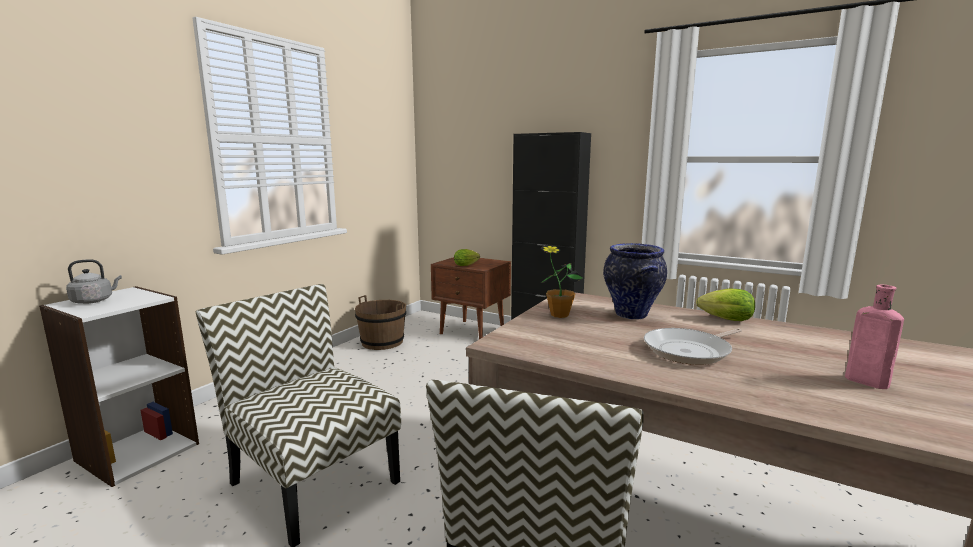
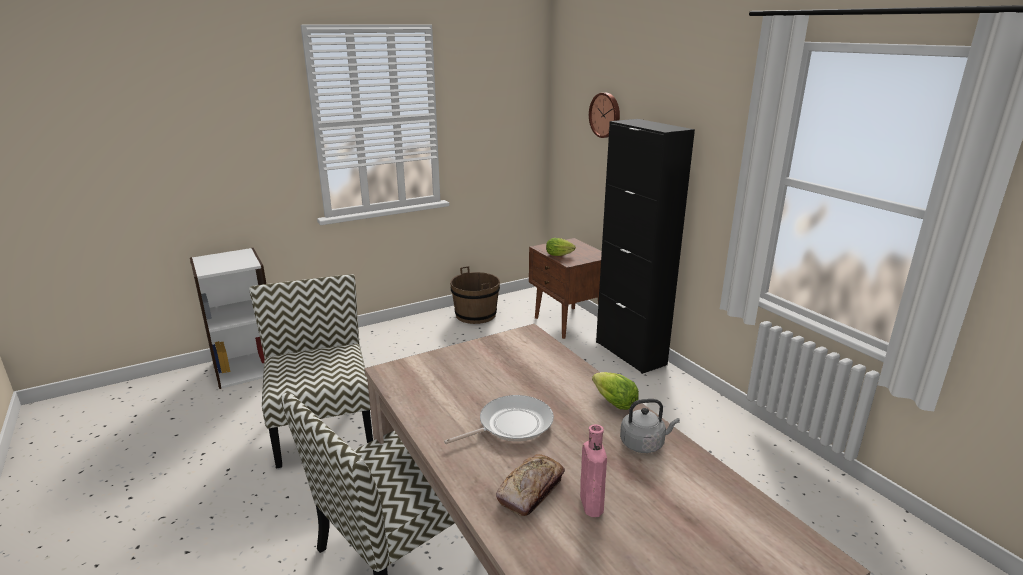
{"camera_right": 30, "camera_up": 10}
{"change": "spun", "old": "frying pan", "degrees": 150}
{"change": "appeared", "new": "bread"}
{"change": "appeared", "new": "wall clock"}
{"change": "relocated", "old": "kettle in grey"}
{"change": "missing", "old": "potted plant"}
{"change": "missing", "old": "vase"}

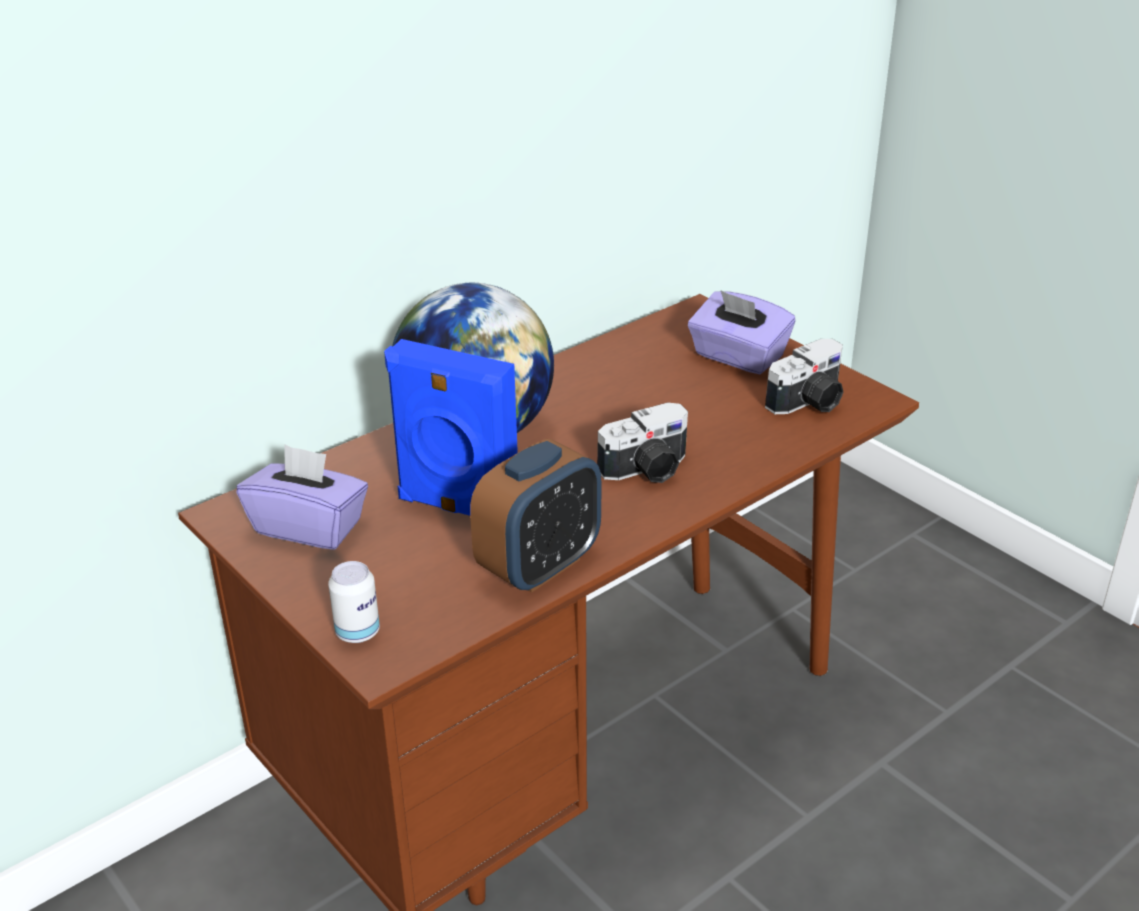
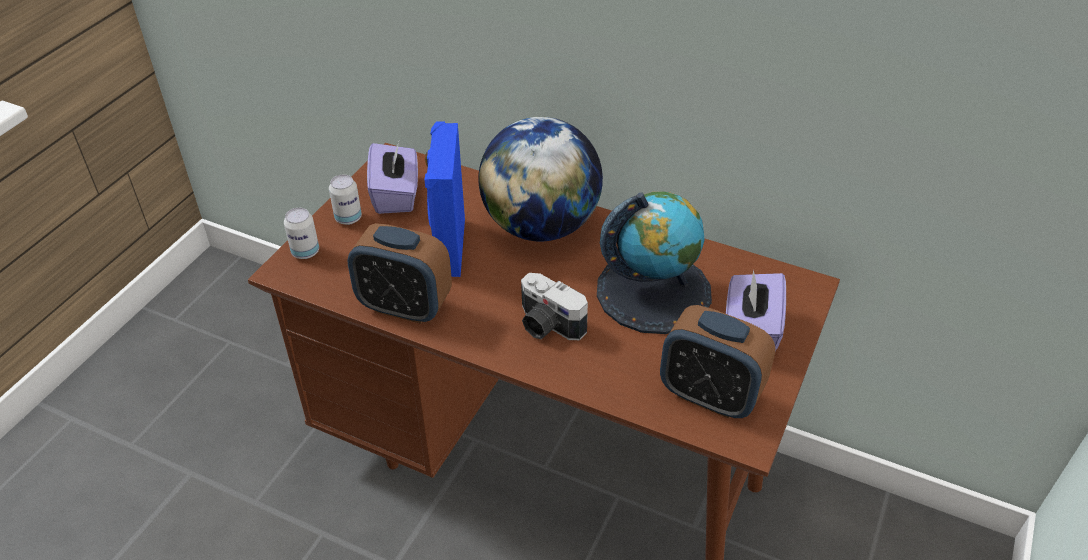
{"camera_right": 65, "camera_up": 10}
{"change": "appeared", "new": "can (no. 2 from left)"}
{"change": "appeared", "new": "globe (no. 2 from left)"}
{"change": "exchanged", "old": "photo camera (no. 2 from left)", "new": "alarm clock (no. 2 from left)"}

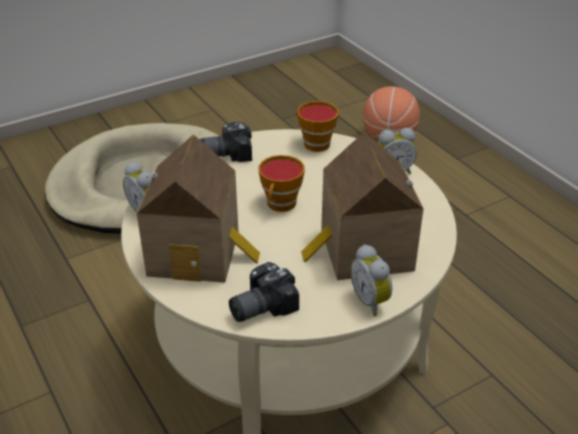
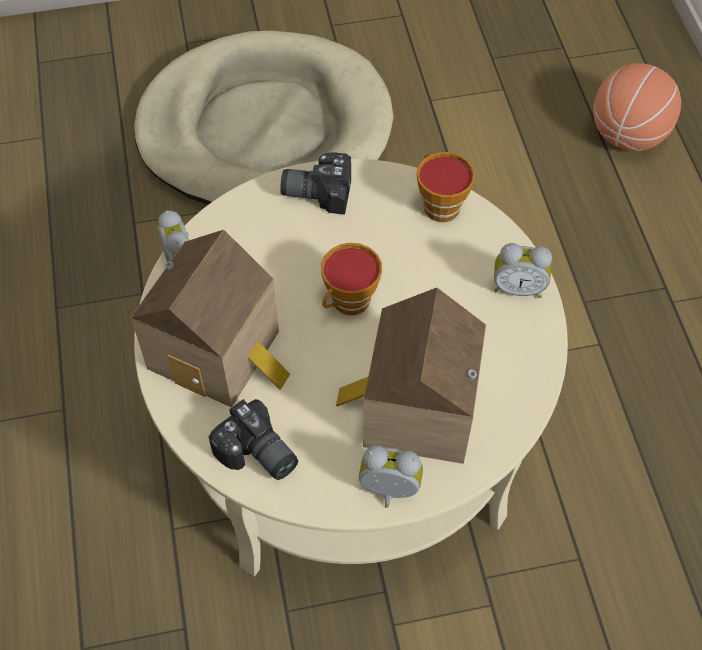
{"camera_right": 20, "camera_up": 20}
{"change": "spun", "old": "photo camera (no. 2 from left in the first image)", "degrees": -120}
{"change": "spun", "old": "alarm clock (no. 2 from left)", "degrees": 105}

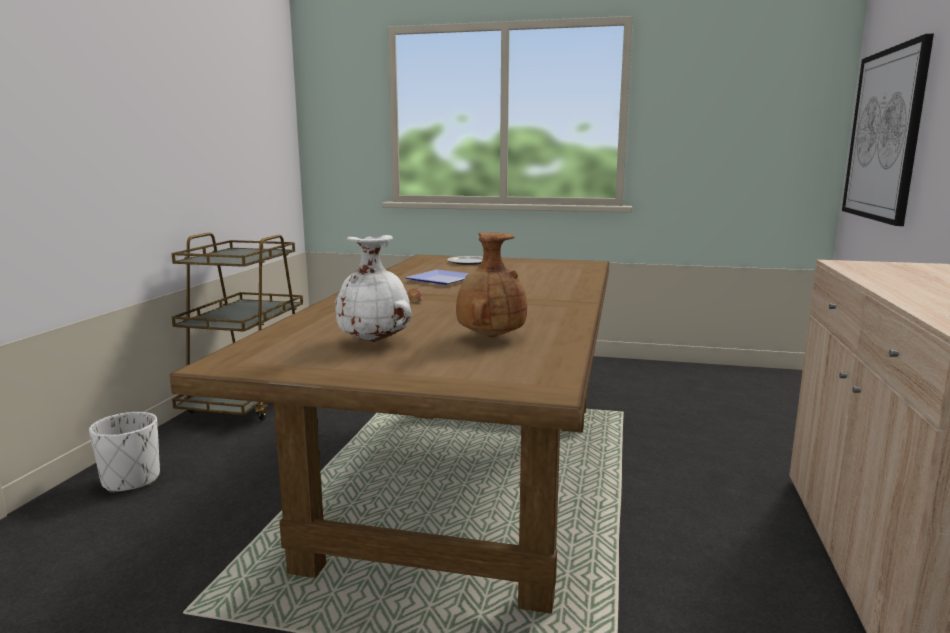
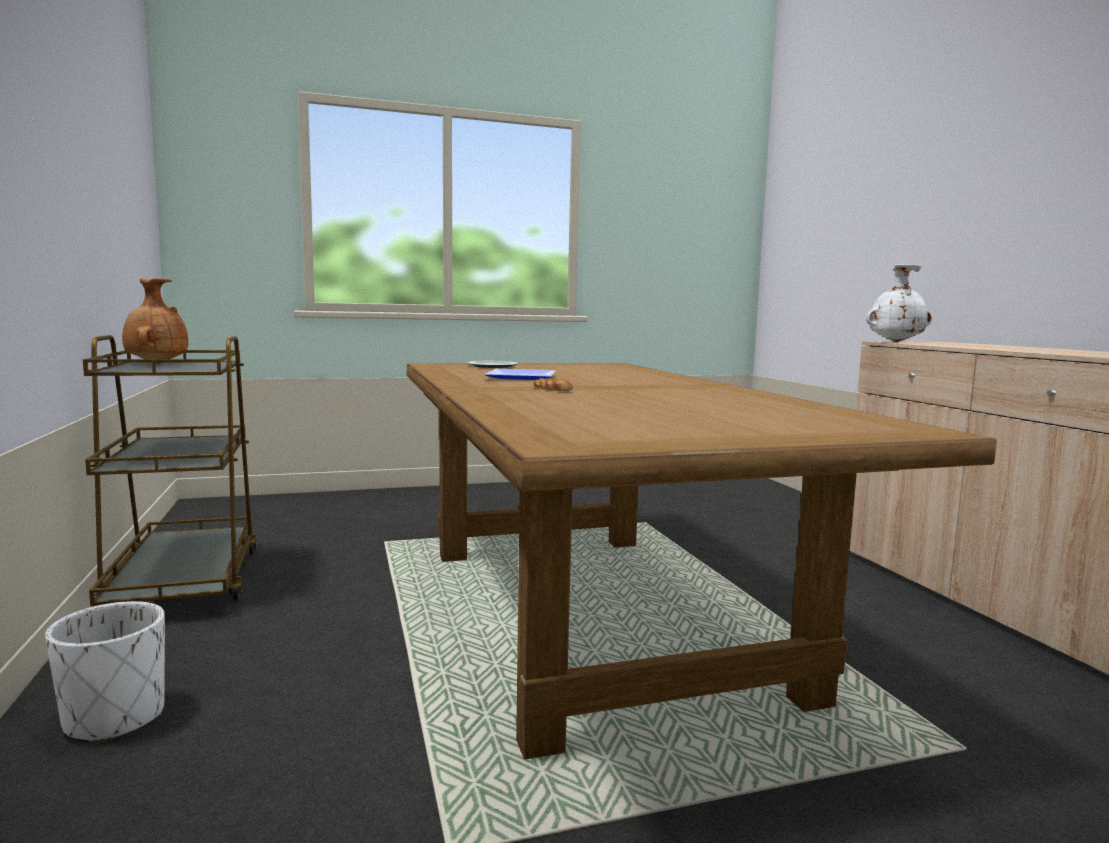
{"camera_right": -30, "camera_up": -5}
{"change": "relocated", "old": "vase in brown"}
{"change": "relocated", "old": "vase in white"}
{"change": "missing", "old": "picture"}

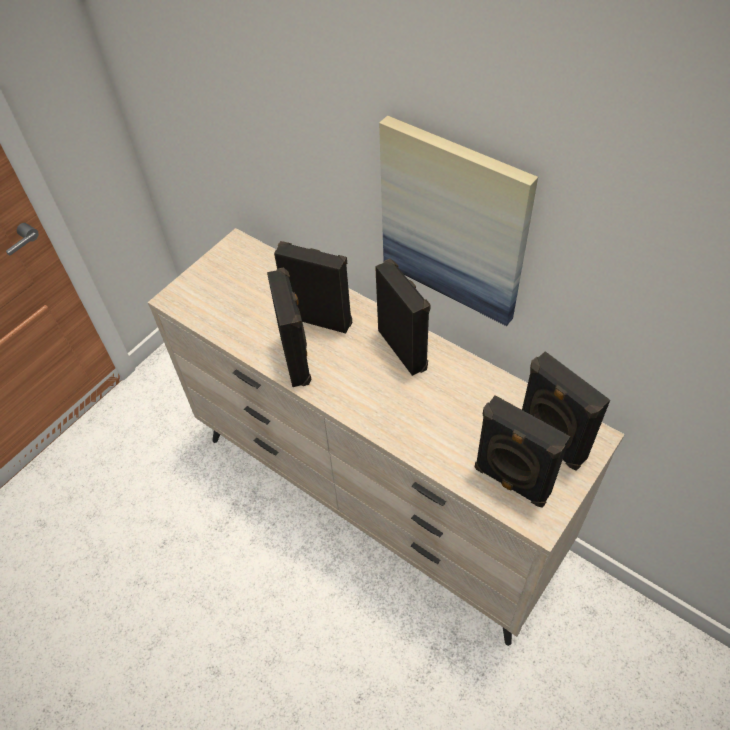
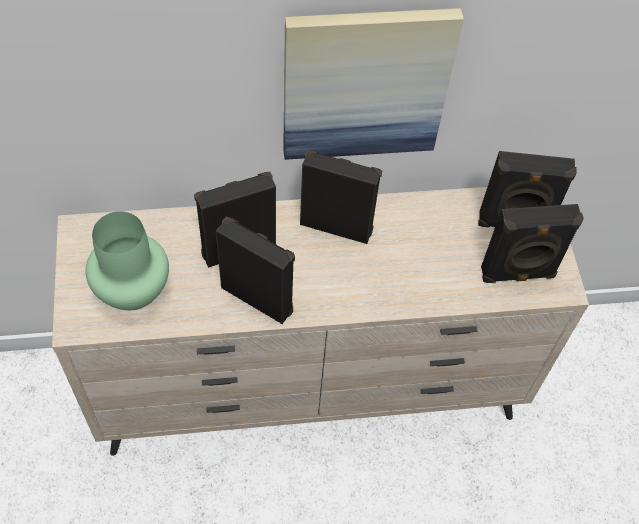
{"camera_right": -50, "camera_up": 5}
{"change": "appeared", "new": "vase in green"}

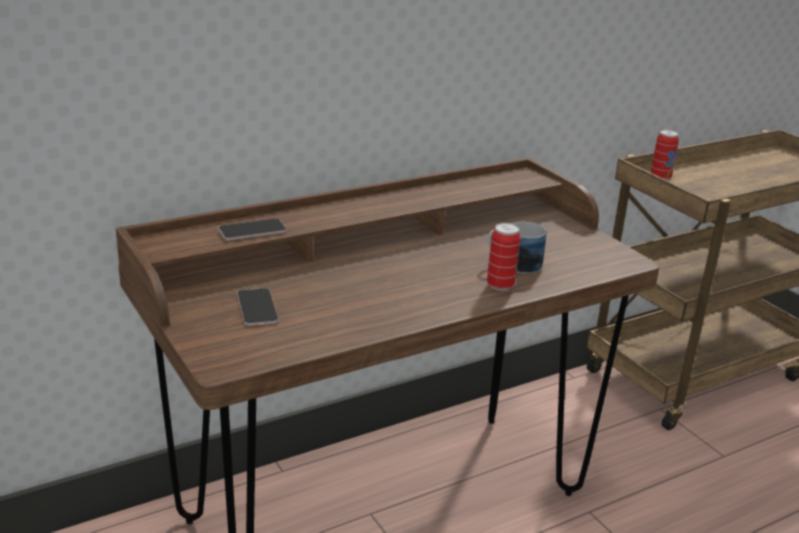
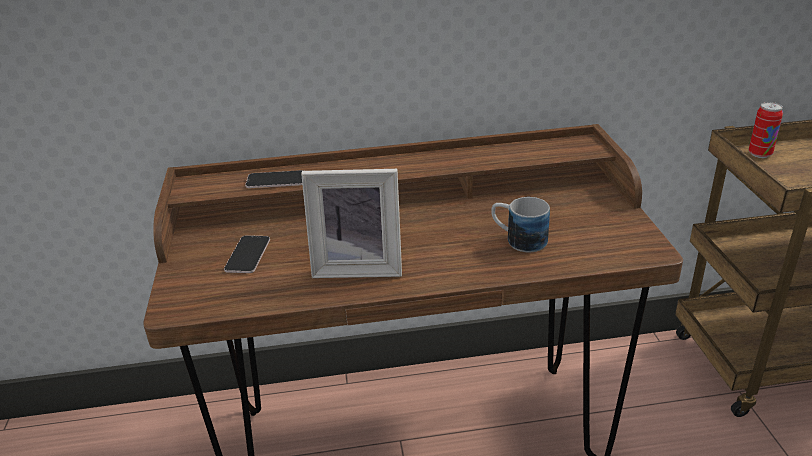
{"camera_right": 25, "camera_up": 5}
{"change": "appeared", "new": "picture frame"}
{"change": "missing", "old": "can (no. 1 from left)"}

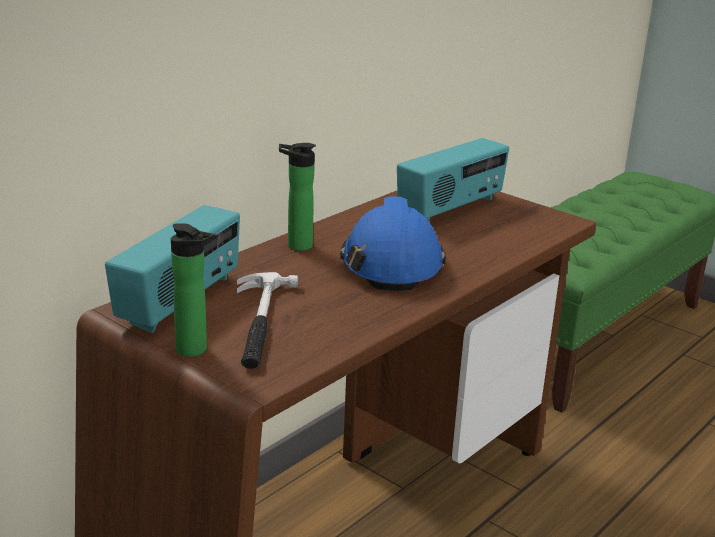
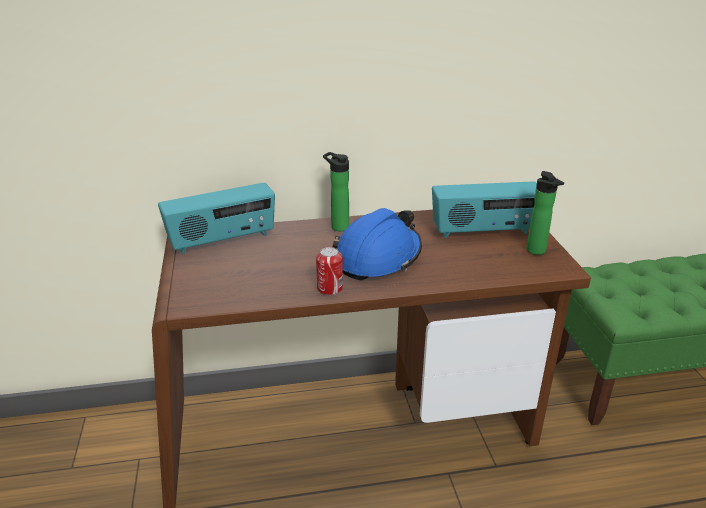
{"camera_right": 40, "camera_up": 5}
{"change": "appeared", "new": "can"}
{"change": "relocated", "old": "bottle (no. 1 from left in the first image)", "new": "bottle (no. 2 from left)"}
{"change": "missing", "old": "hammer"}

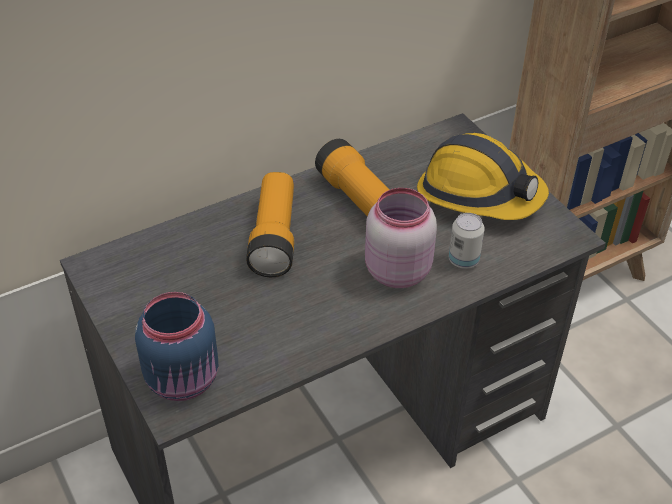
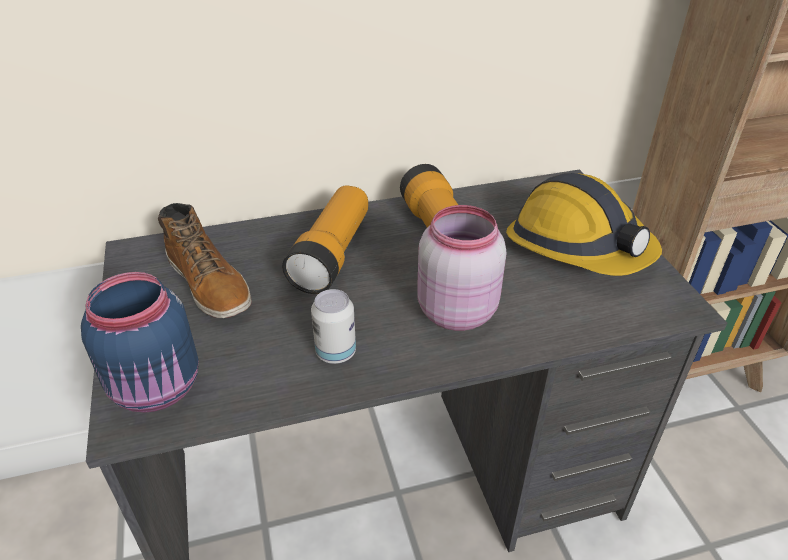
{"camera_right": 15, "camera_up": -5}
{"change": "appeared", "new": "boot"}
{"change": "relocated", "old": "can"}

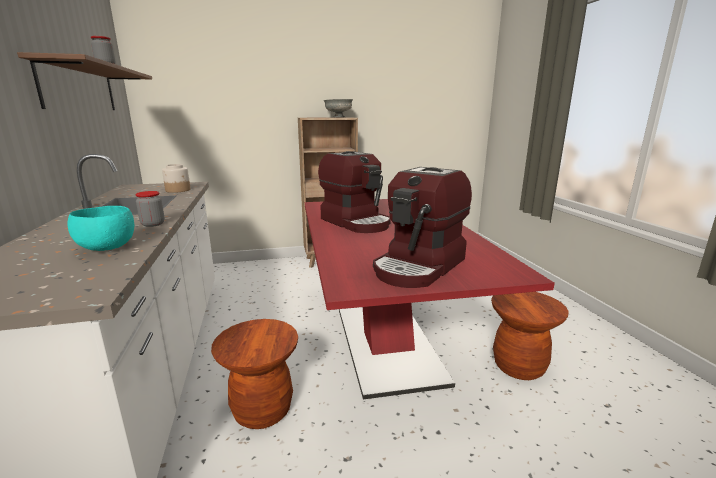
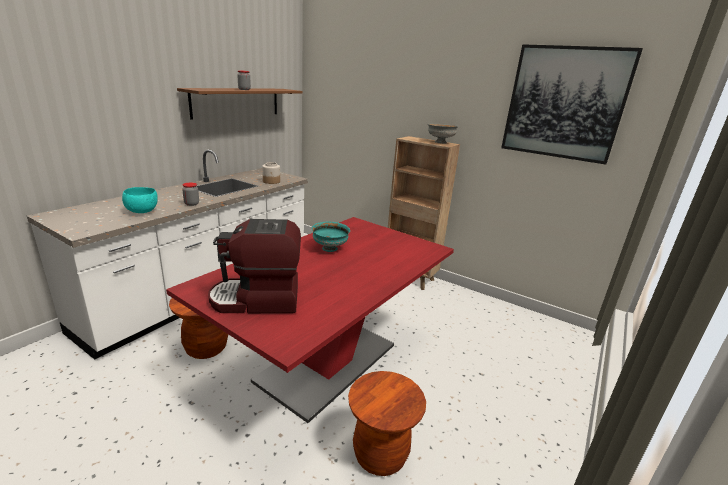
{"camera_right": 45, "camera_up": 5}
{"change": "exchanged", "old": "coffee machine (no. 1 from left)", "new": "bowl in turquoise (no. 2 from left)"}
{"change": "appeared", "new": "picture"}

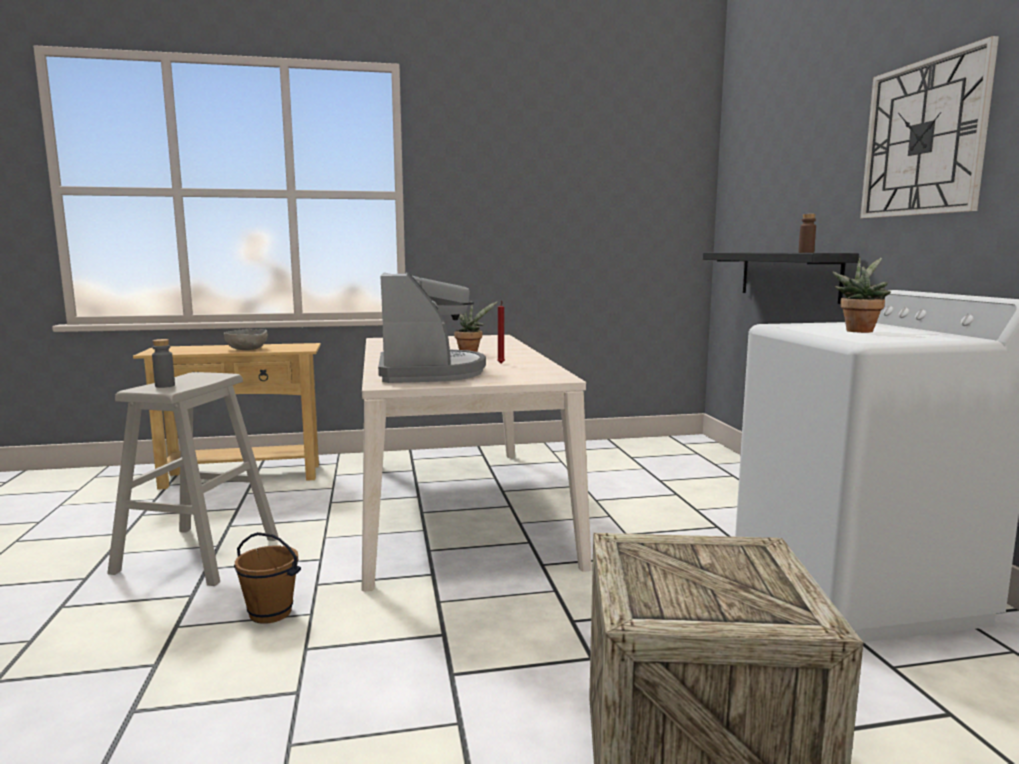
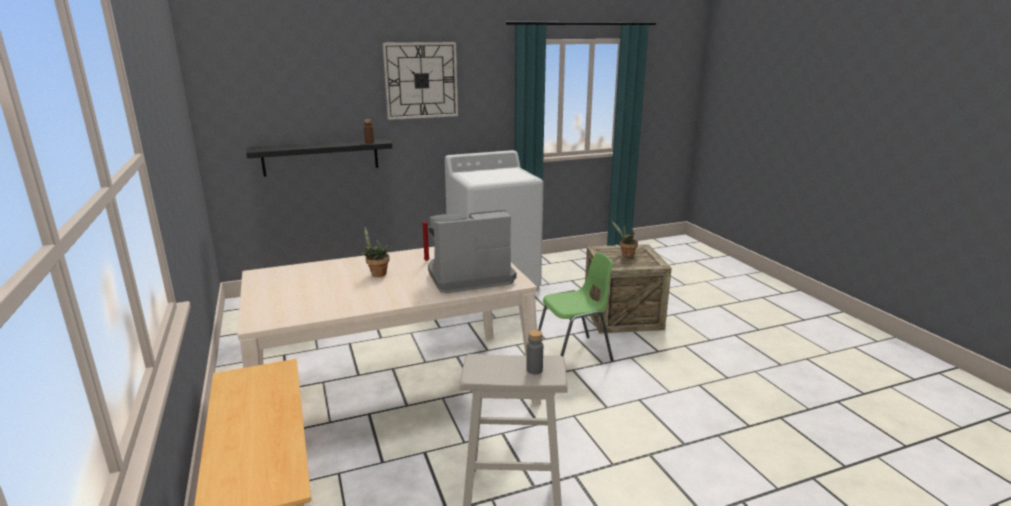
{"camera_right": -100, "camera_up": 10}
{"change": "appeared", "new": "chair in green"}
{"change": "relocated", "old": "potted plant (no. 2 from left)"}
{"change": "missing", "old": "bowl in grey"}
{"change": "missing", "old": "bucket in brown"}

